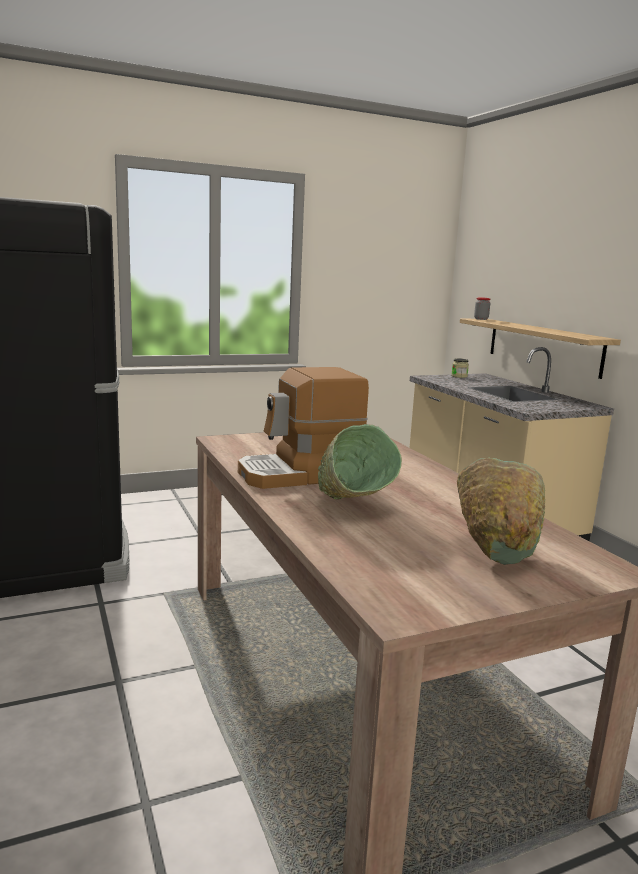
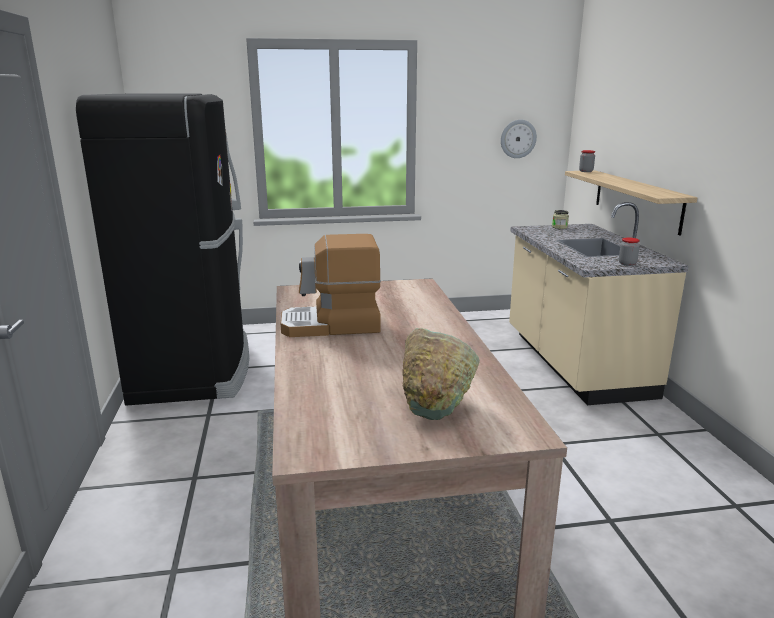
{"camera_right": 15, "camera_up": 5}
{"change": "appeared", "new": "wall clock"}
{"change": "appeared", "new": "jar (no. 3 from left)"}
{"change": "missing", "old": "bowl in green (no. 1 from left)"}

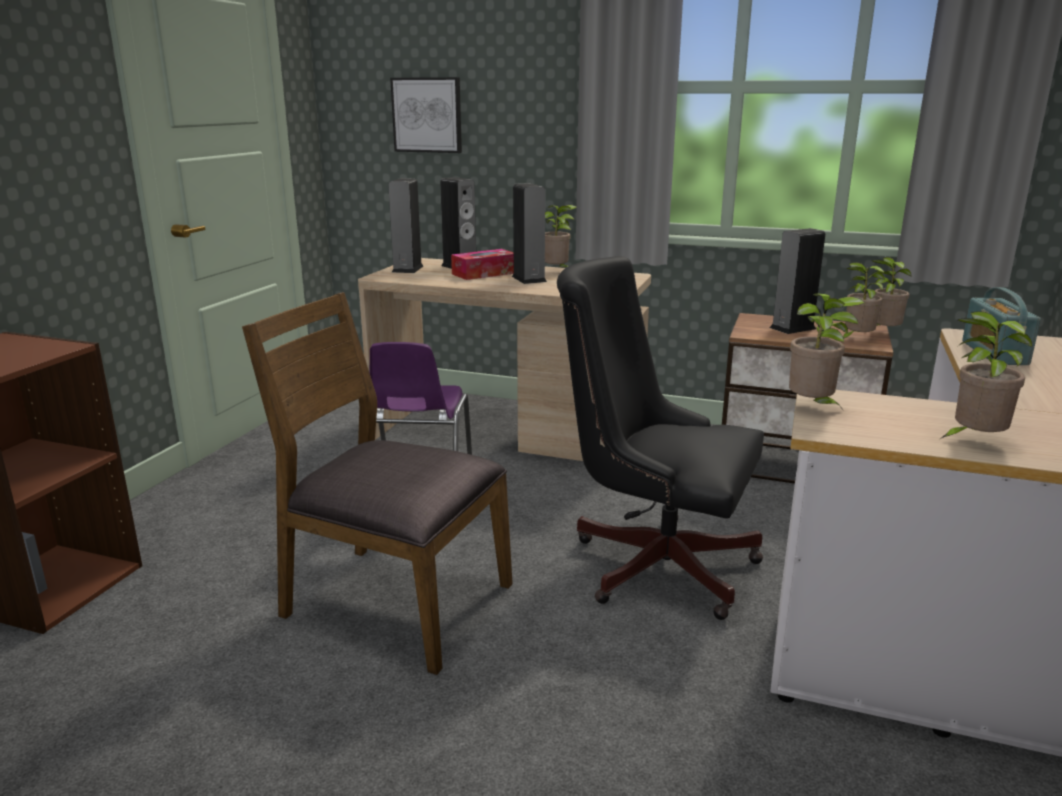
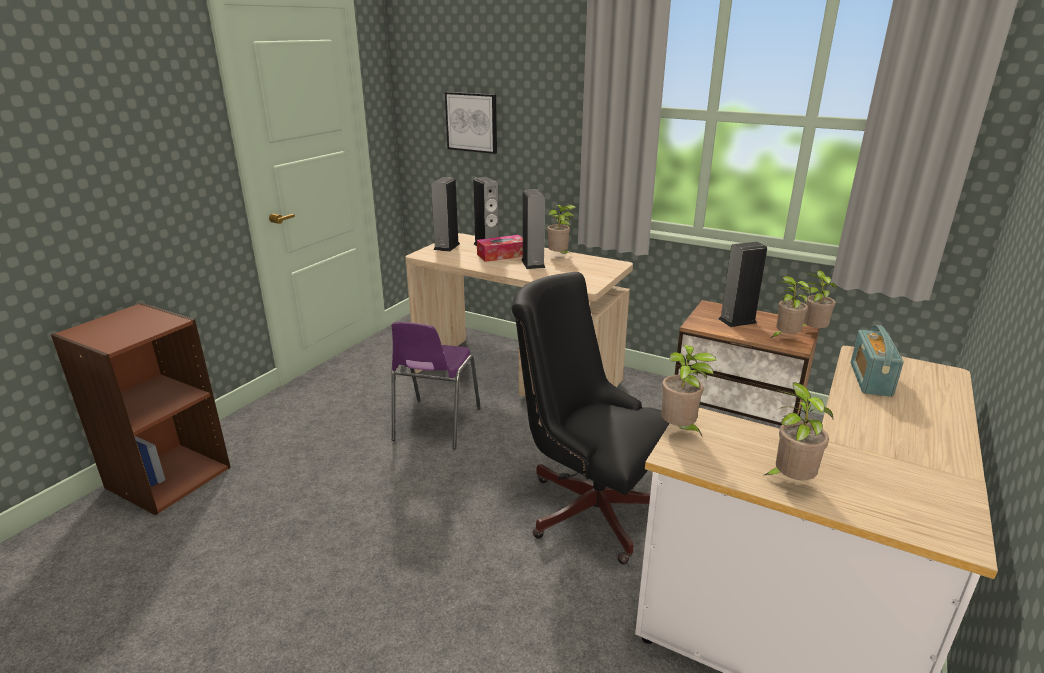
{"camera_right": 10, "camera_up": 5}
{"change": "missing", "old": "chair in brown"}

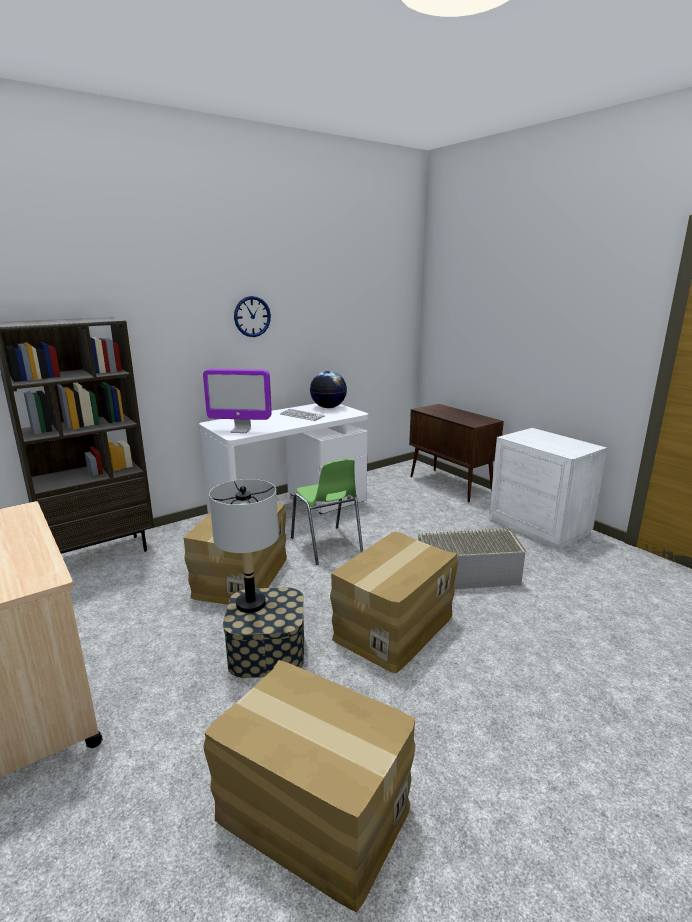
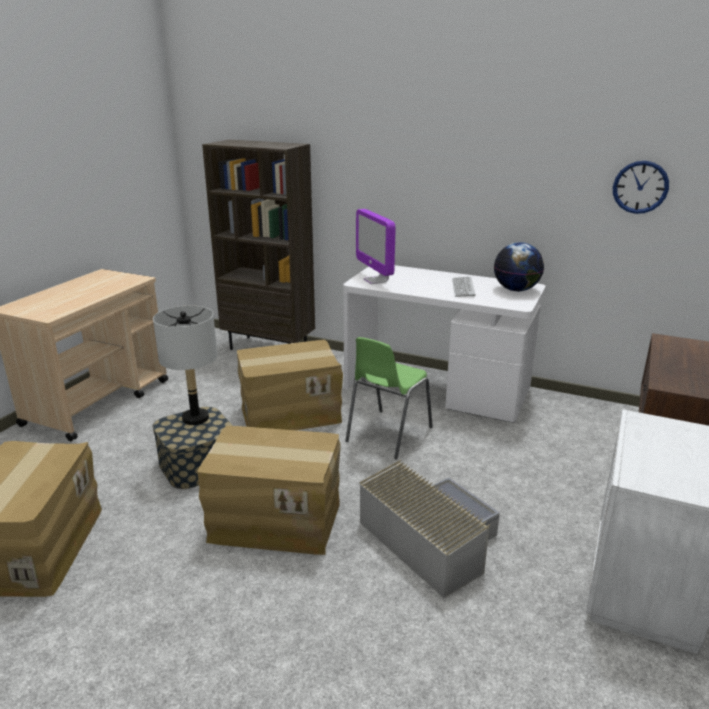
{"camera_right": 60, "camera_up": 5}
{"change": "relocated", "old": "wall clock"}

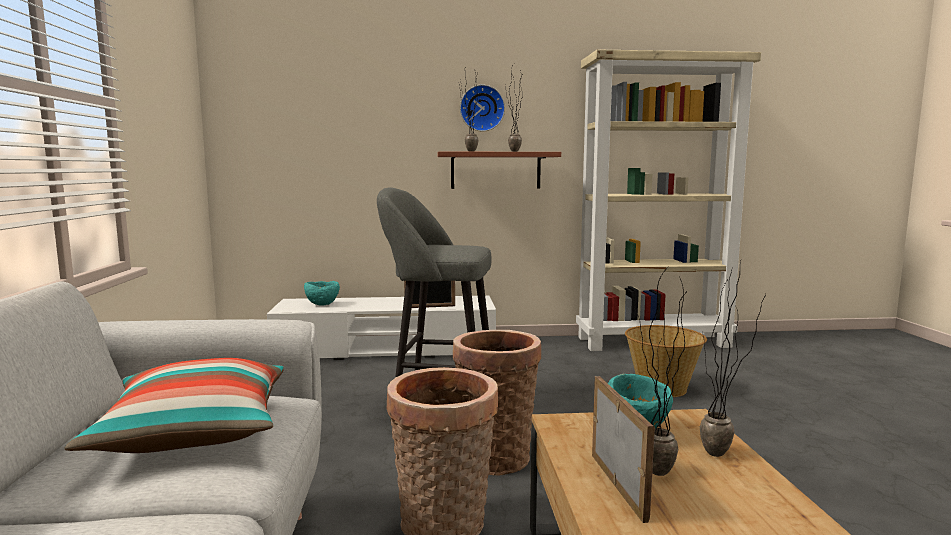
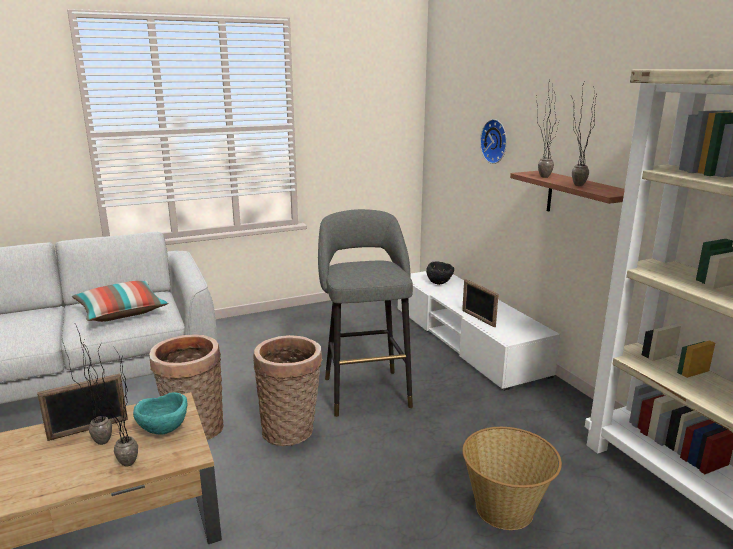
{"camera_right": 70, "camera_up": 10}
{"change": "colour", "old": "bowl in turquoise (no. 1 from left)", "new": "bowl in black"}
{"change": "relocated", "old": "wall clock"}

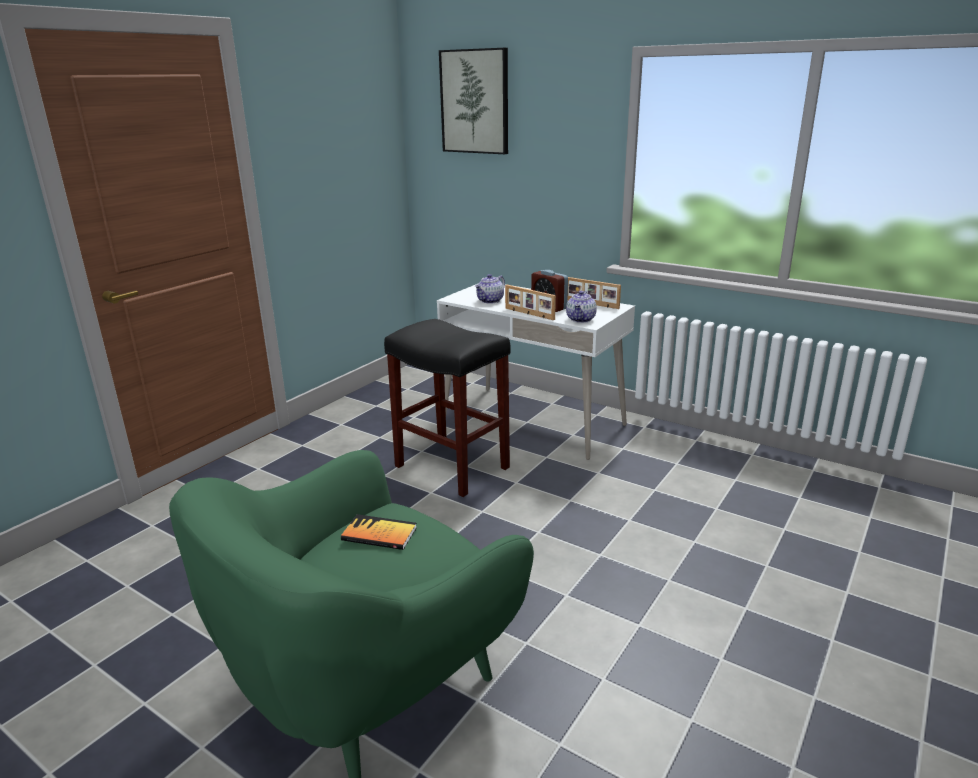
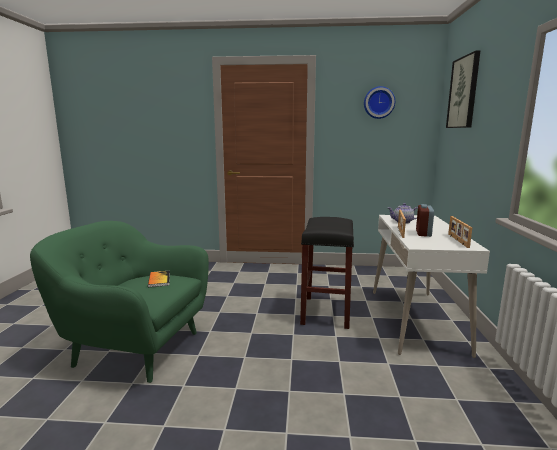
{"camera_right": 60, "camera_up": -10}
{"change": "appeared", "new": "wall clock"}
{"change": "missing", "old": "teapot (no. 2 from left)"}

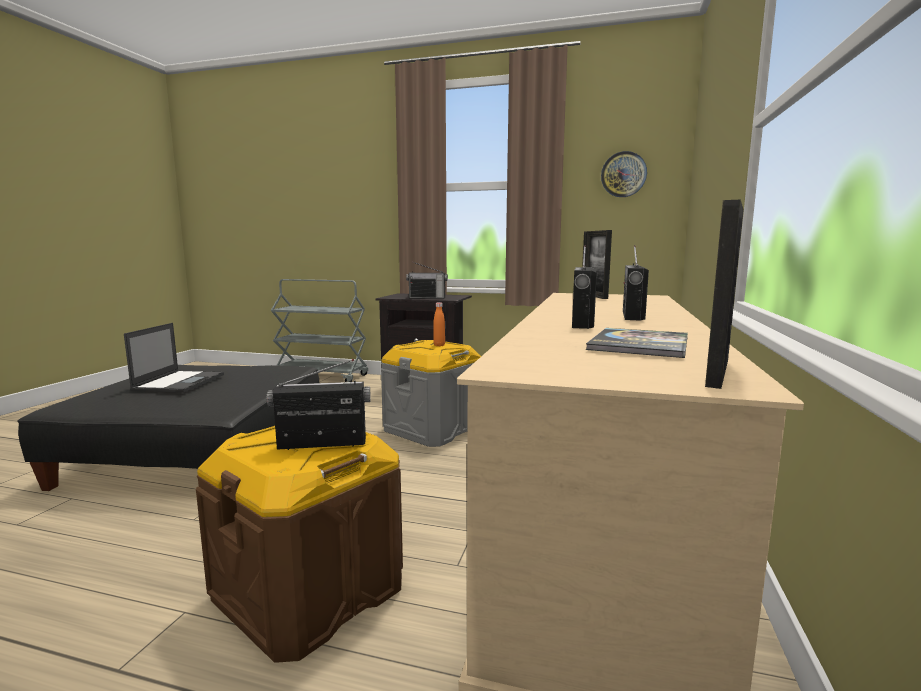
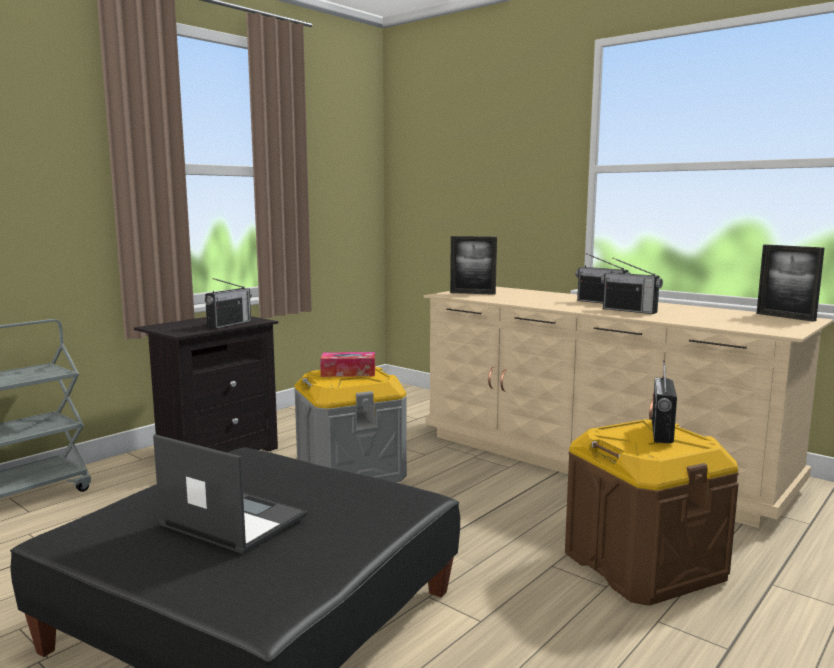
{"camera_right": -65, "camera_up": 0}
{"change": "exchanged", "old": "bottle in orange", "new": "tissue box"}
{"change": "missing", "old": "book"}
{"change": "missing", "old": "wall clock"}

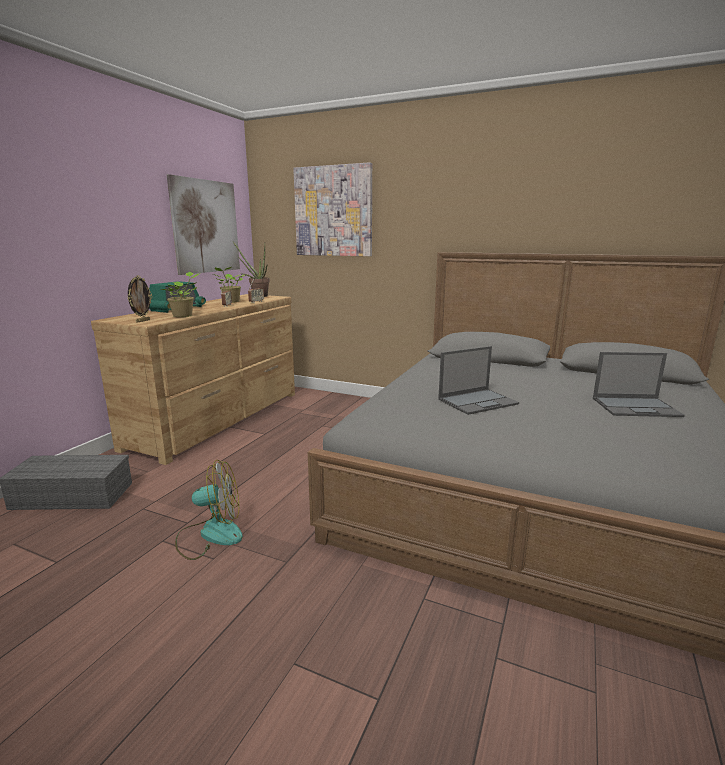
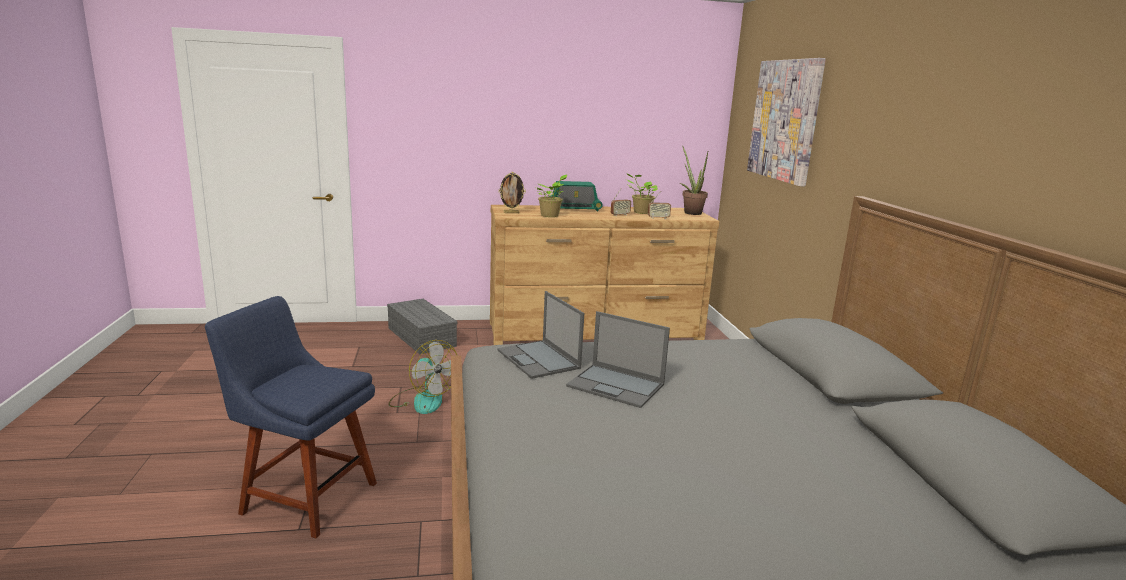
{"camera_right": 55, "camera_up": 0}
{"change": "appeared", "new": "chair in blue"}
{"change": "relocated", "old": "laptop (no. 2 from left in the first image)", "new": "laptop (no. 1 from left)"}
{"change": "missing", "old": "picture (no. 1 from left)"}

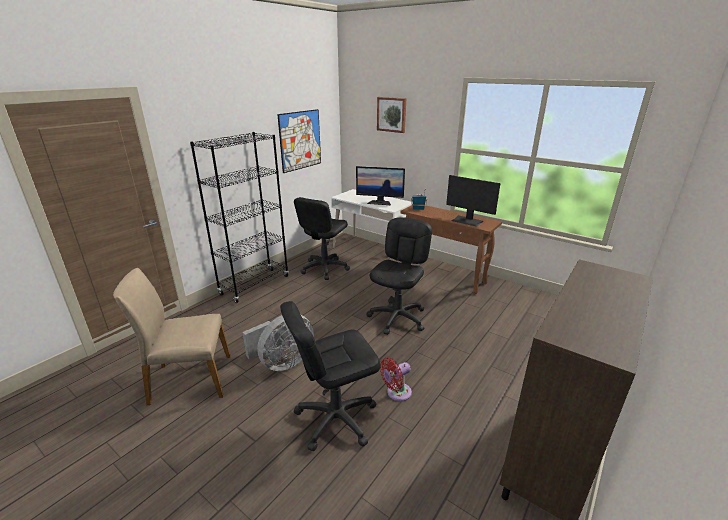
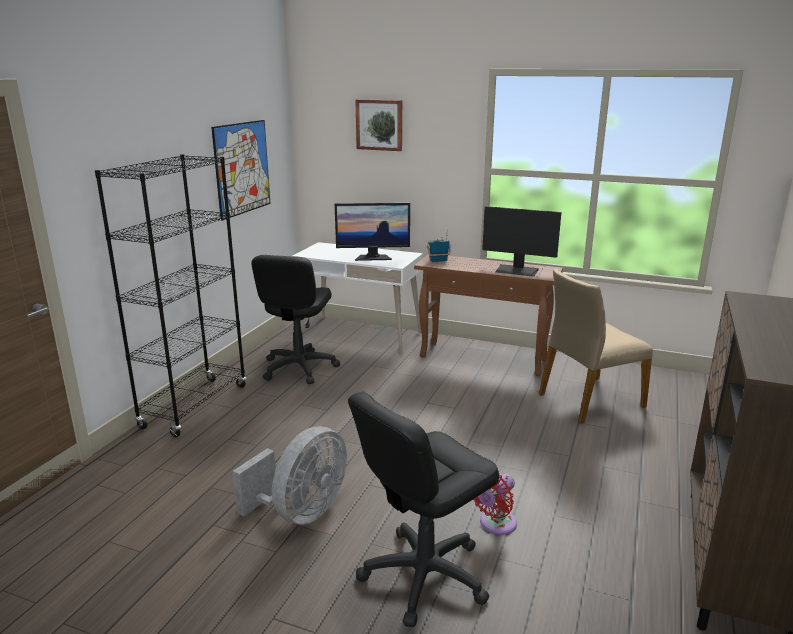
{"camera_right": -15, "camera_up": -5}
{"change": "relocated", "old": "chair in beige"}
{"change": "missing", "old": "office chair in black (no. 3 from left)"}

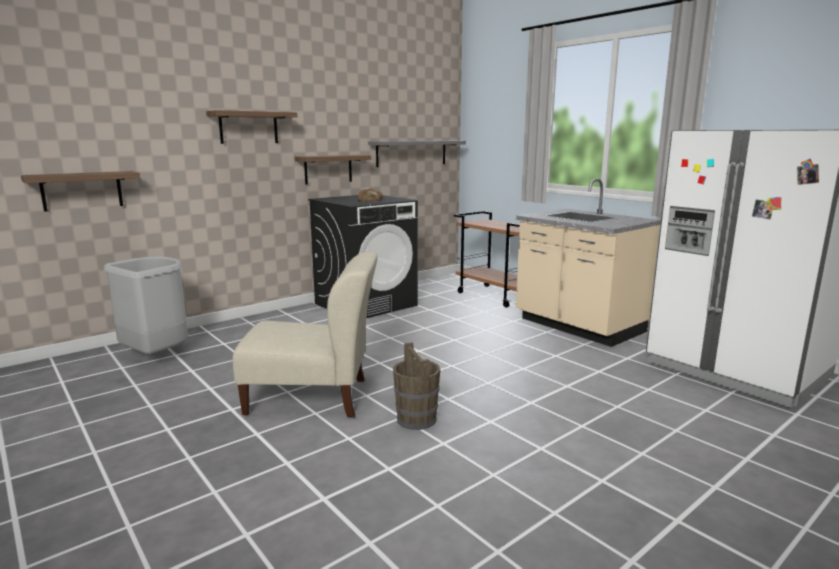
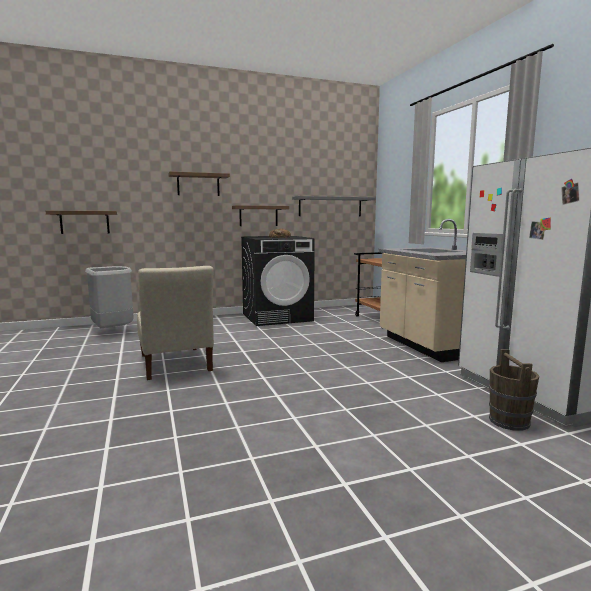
{"camera_right": 20, "camera_up": -5}
{"change": "spun", "old": "chair in beige", "degrees": 45}
{"change": "relocated", "old": "bucket in brown"}

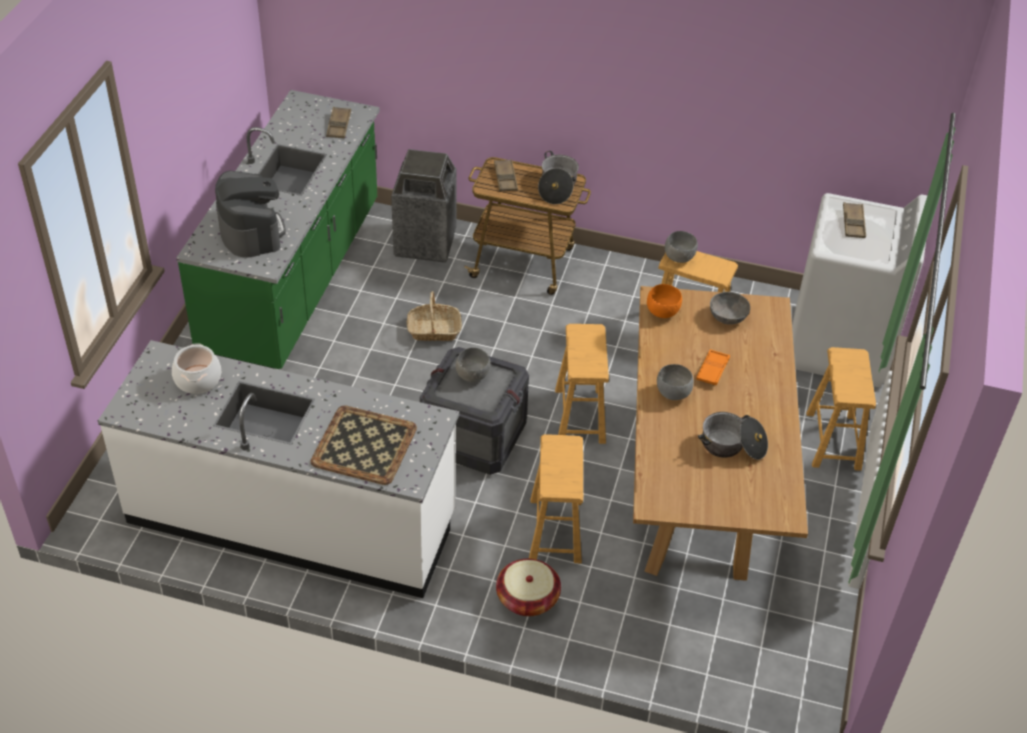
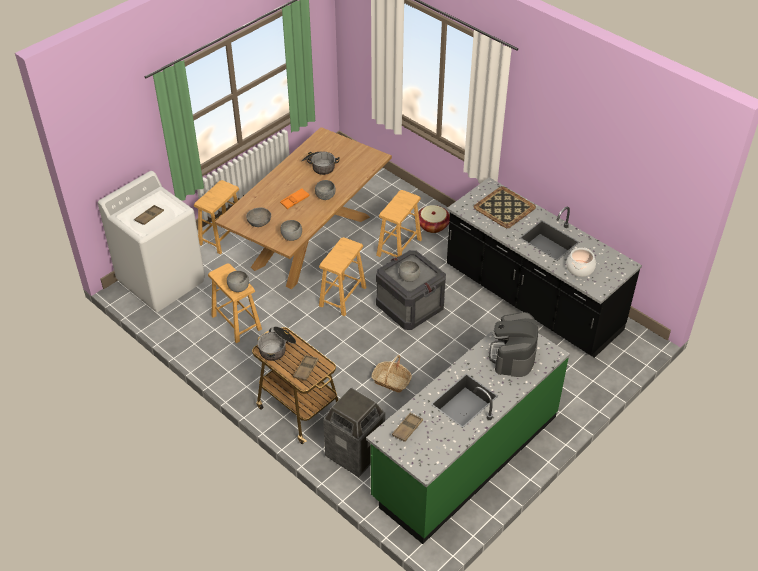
{"camera_right": -150, "camera_up": 0}
{"change": "colour", "old": "bowl in orange", "new": "bowl in grey (no. 3 from left)"}
{"change": "colour", "old": "counter in white", "new": "counter in black"}

